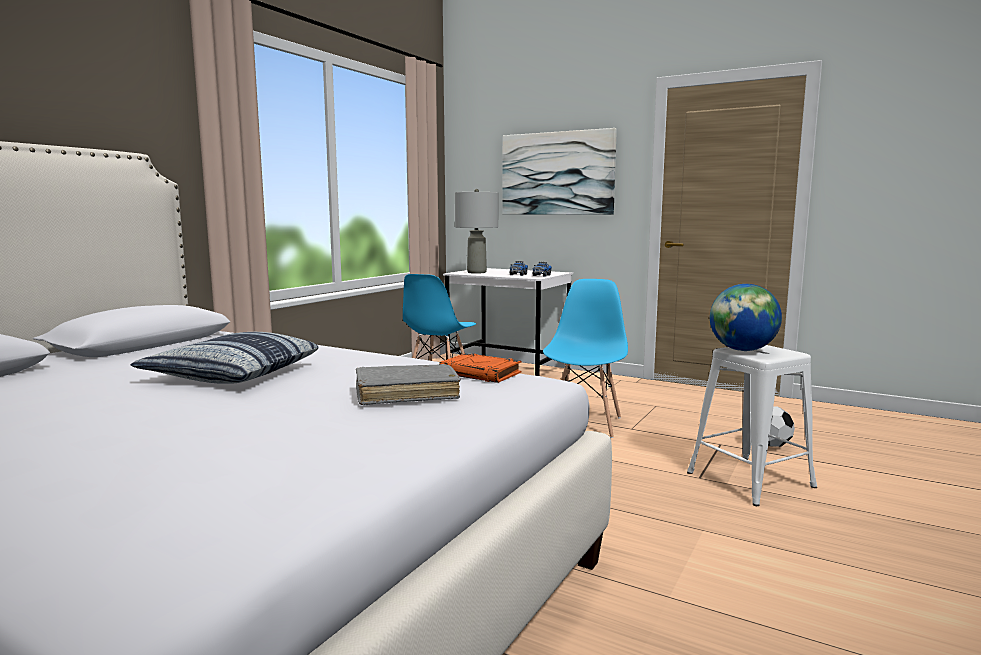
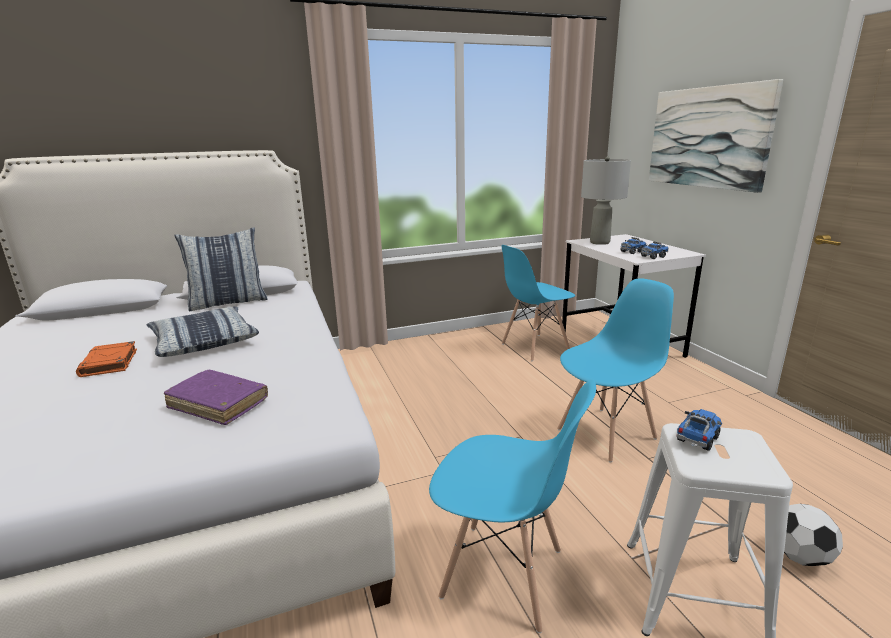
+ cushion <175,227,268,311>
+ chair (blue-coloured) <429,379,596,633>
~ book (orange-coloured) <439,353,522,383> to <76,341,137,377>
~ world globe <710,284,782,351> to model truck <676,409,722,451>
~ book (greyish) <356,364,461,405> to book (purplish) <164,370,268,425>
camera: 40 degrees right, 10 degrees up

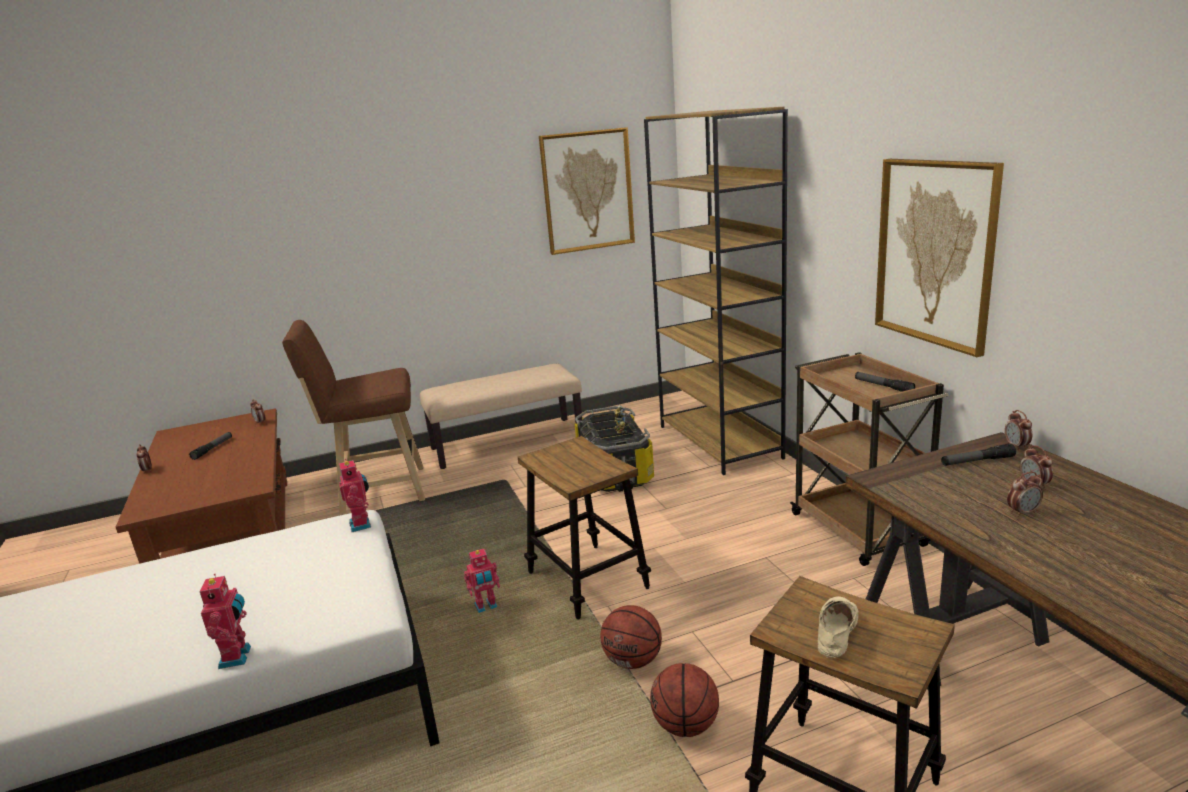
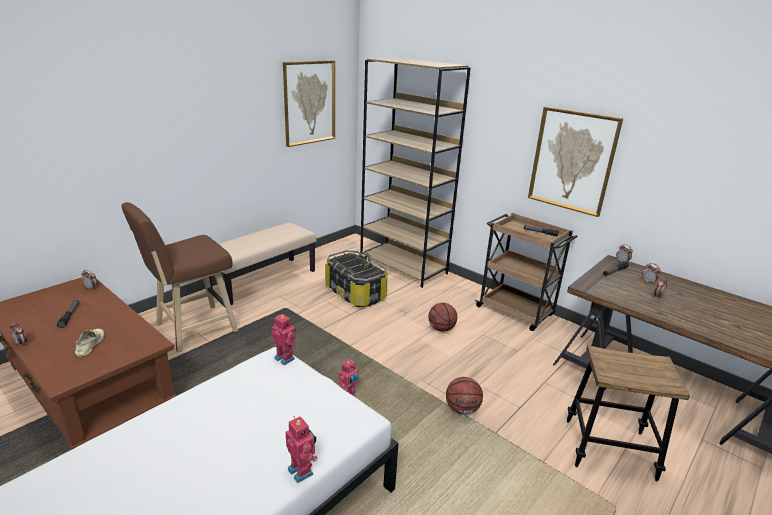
- sitting stool <518,436,651,620>
~ basketball ball <650,663,719,737> to <428,303,457,332>
~ item of footwear (beige) <818,596,859,658> to <75,329,104,357>
camera: 30 degrees left, 5 degrees up

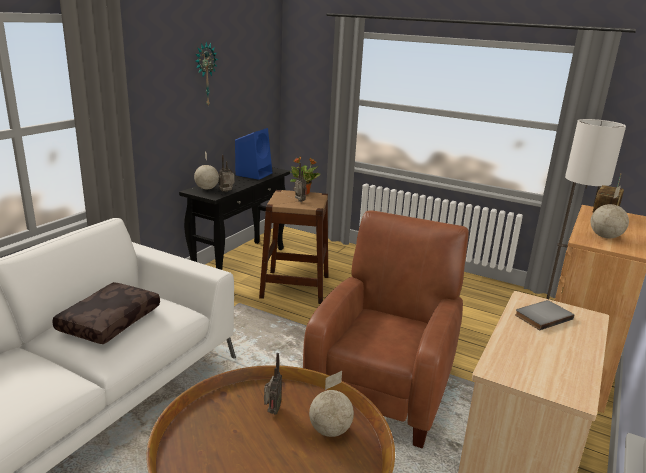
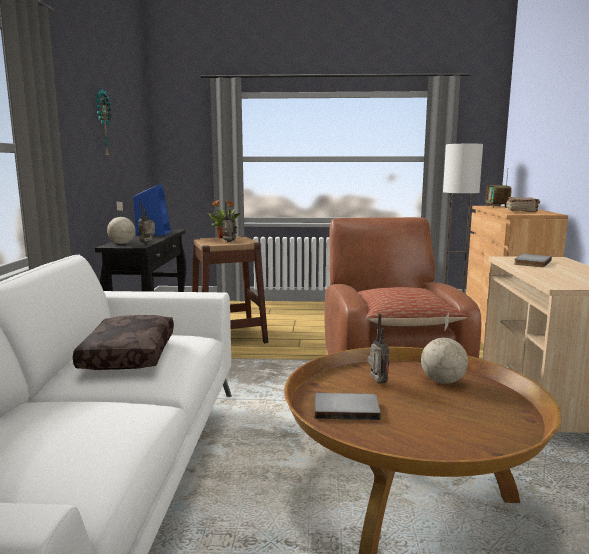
+ book (greyish) <315,393,381,420>
+ cushion <358,287,467,326>
~ world globe <591,186,629,238> to book (brown) <506,197,540,212>
camera: 25 degrees left, 10 degrees down

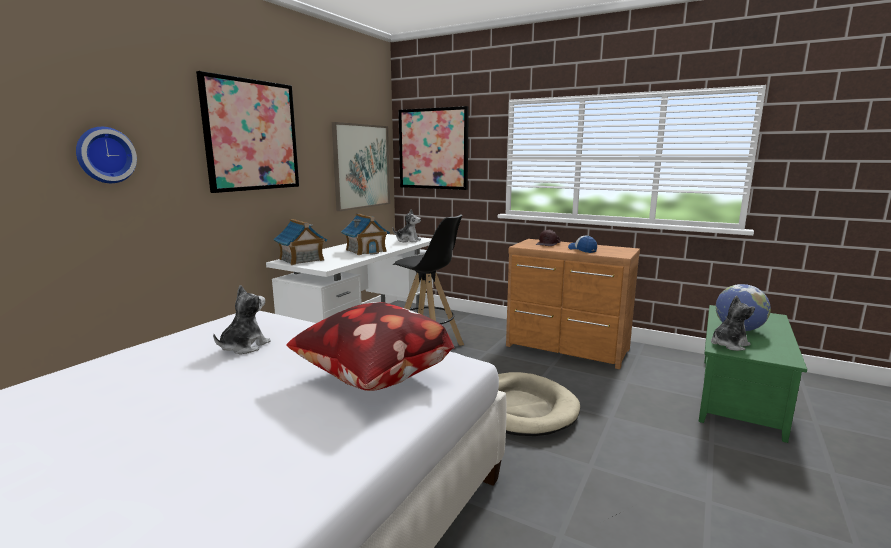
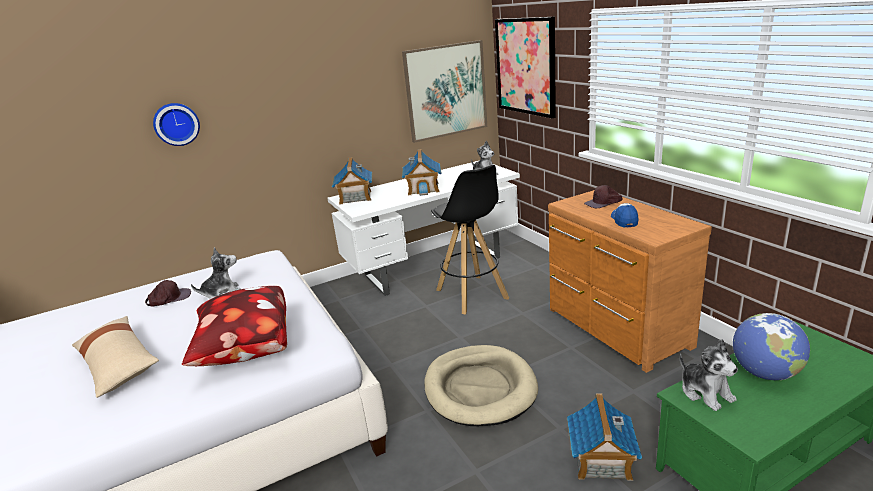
- picture <196,71,299,193>
+ cushion (beige) <72,316,159,398>
+ baseball cap (brown) <145,280,191,307>
+ model house <567,393,642,481>
~ plush toy <711,295,755,351> = <680,339,738,411> 60 degrees clockwise
camera: 35 degrees right, 10 degrees up

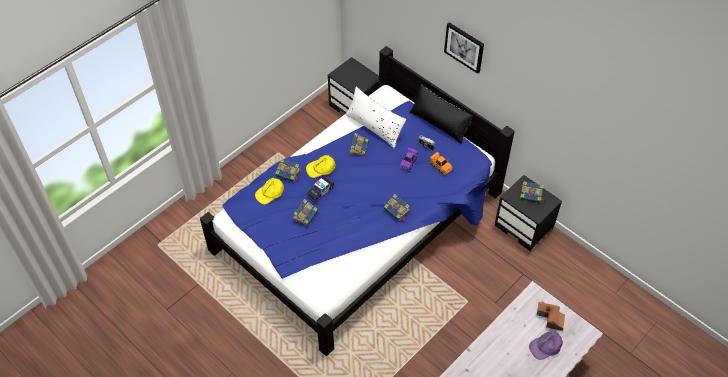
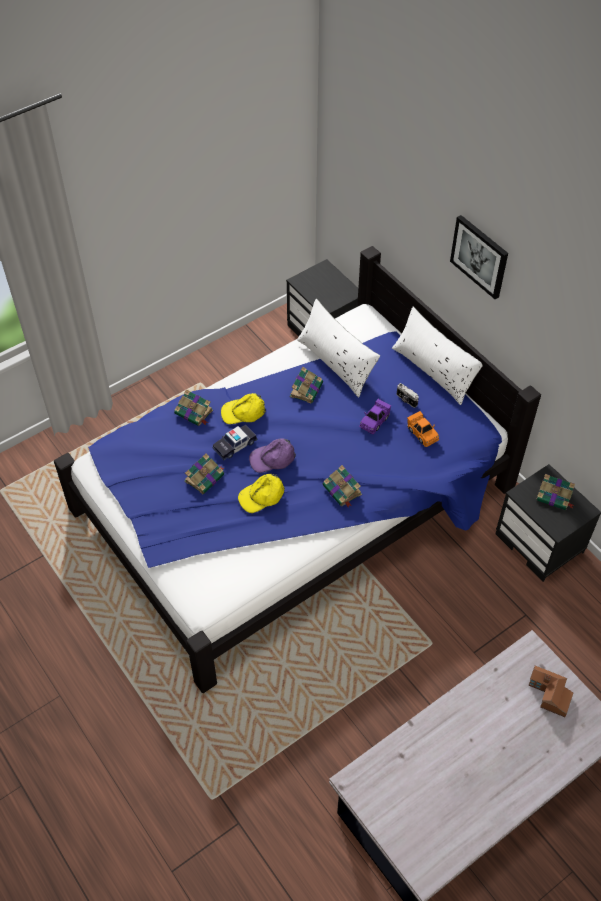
~ baseball cap (yellow) <255,178,284,204> to <238,474,285,513>
~ baseball cap (purplish) <529,331,563,360> to <249,439,296,473>
~ cushion (black-coloured) <409,84,473,144> to cushion (whitish) <392,307,482,405>
camera: 10 degrees right, 0 degrees up

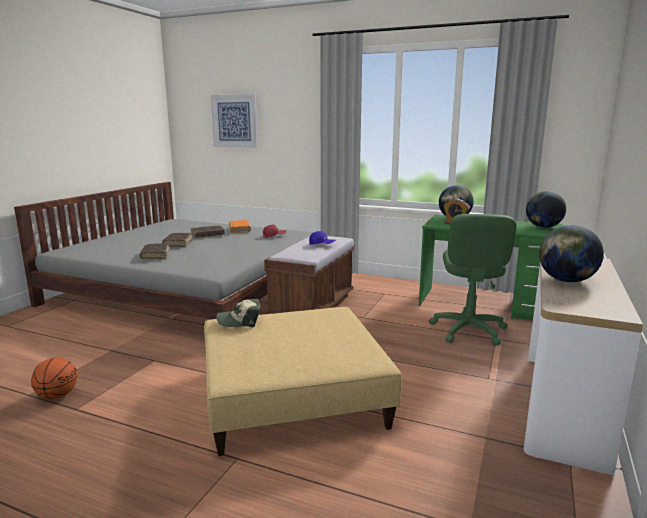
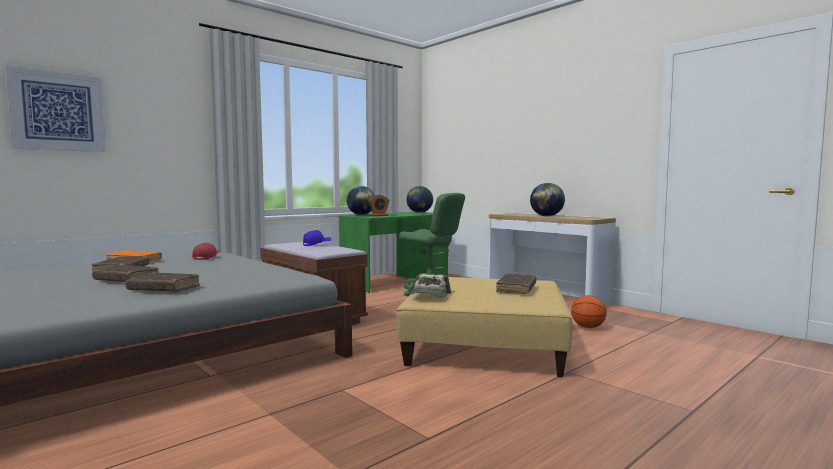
+ book (brown) <496,274,536,294>
~ basketball ball <31,357,77,399> to <571,295,606,328>
camera: 65 degrees left, 10 degrees down

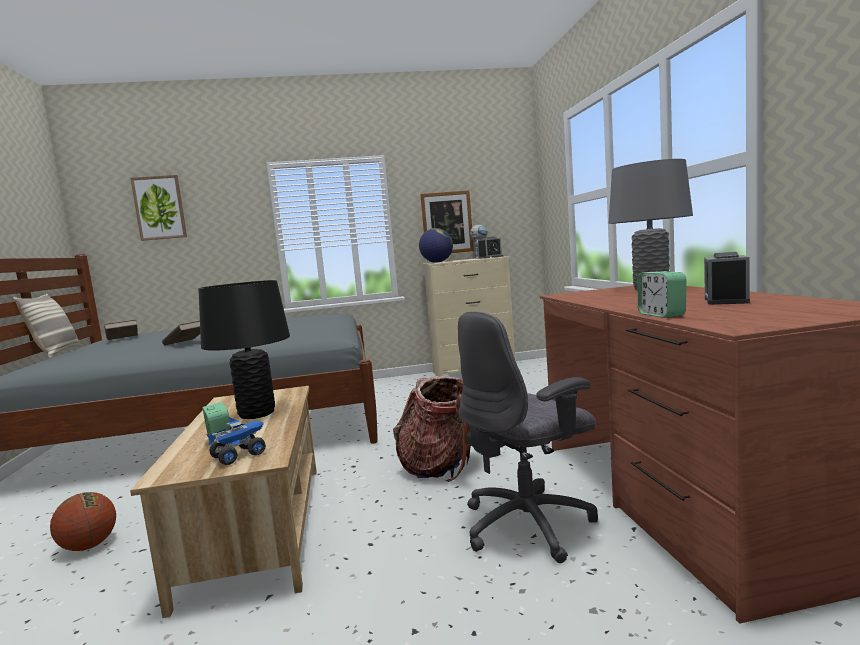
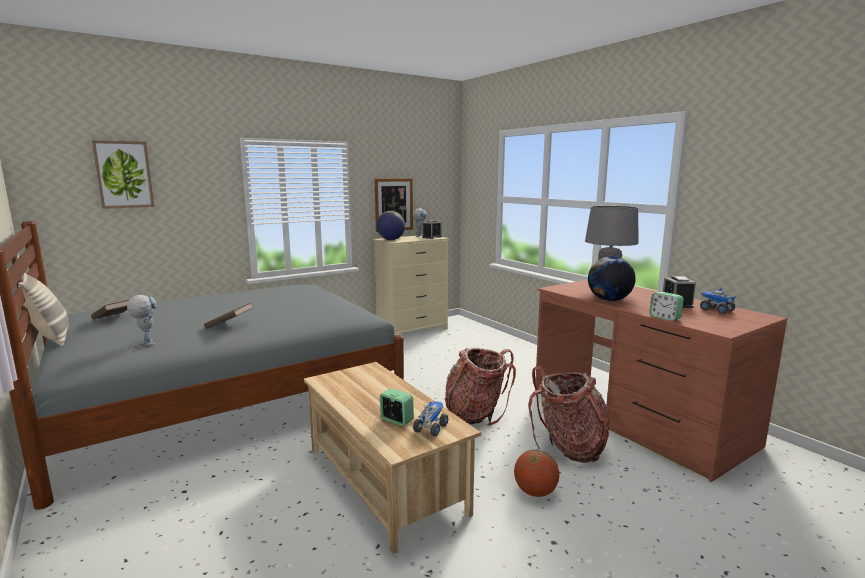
- table lamp (black-coloured) <198,280,290,419>
+ toy robot <127,295,156,346>
+ world globe <588,256,636,301>
+ model truck <700,287,736,314>
~ basketball ball <50,492,116,551> to <514,450,559,497>
~ office chair (greyish) <458,311,598,563> to knapsack <528,366,609,463>
camera: 25 degrees left, 5 degrees up

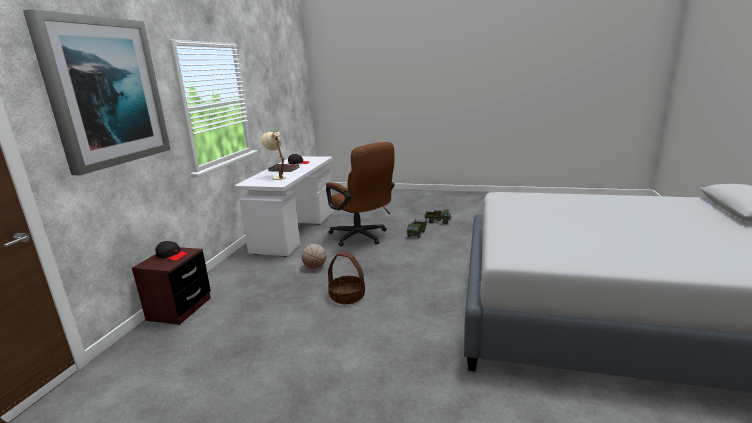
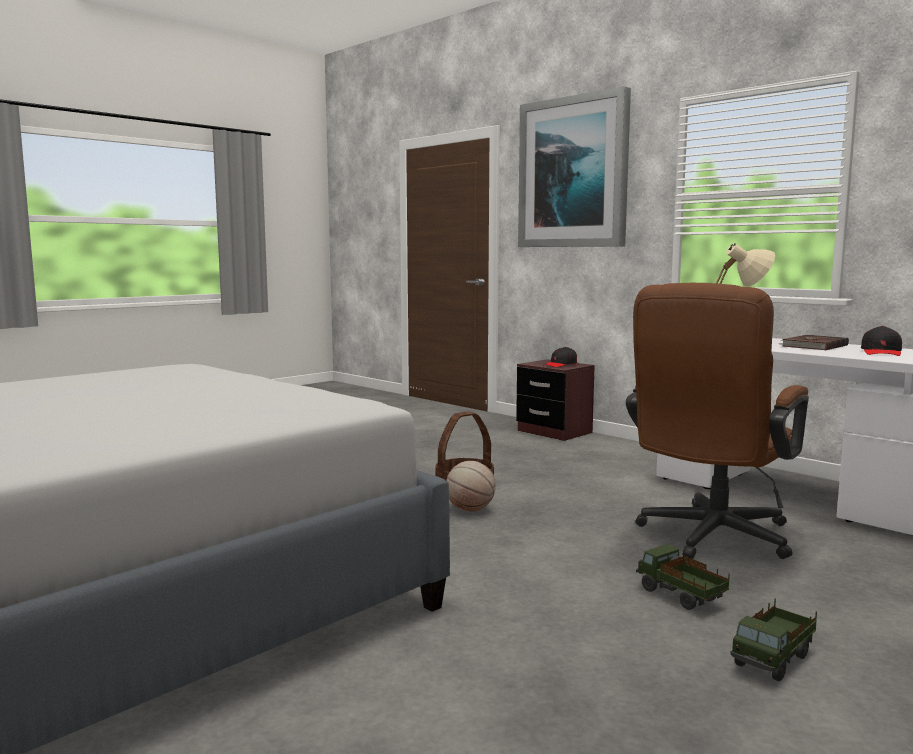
~ basketball ball <302,244,326,269> to <446,461,496,512>
~ office chair (brown) <326,142,394,246> = <626,283,809,559> 45 degrees counterclockwise
camera: 120 degrees right, 10 degrees down

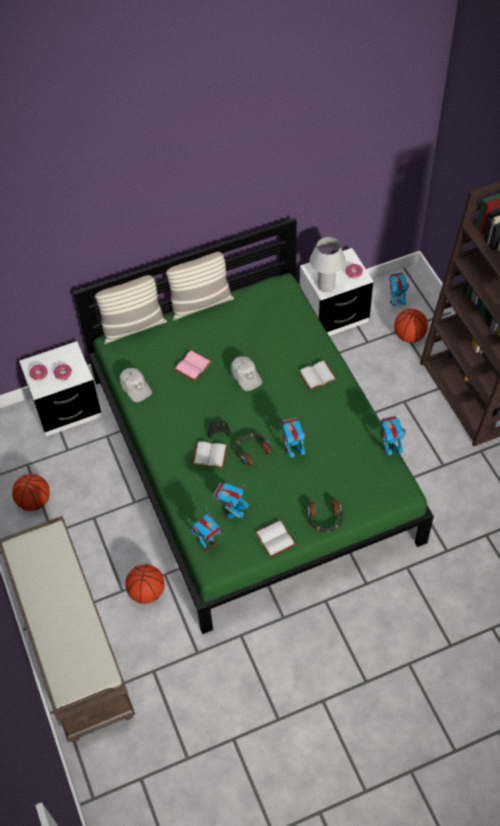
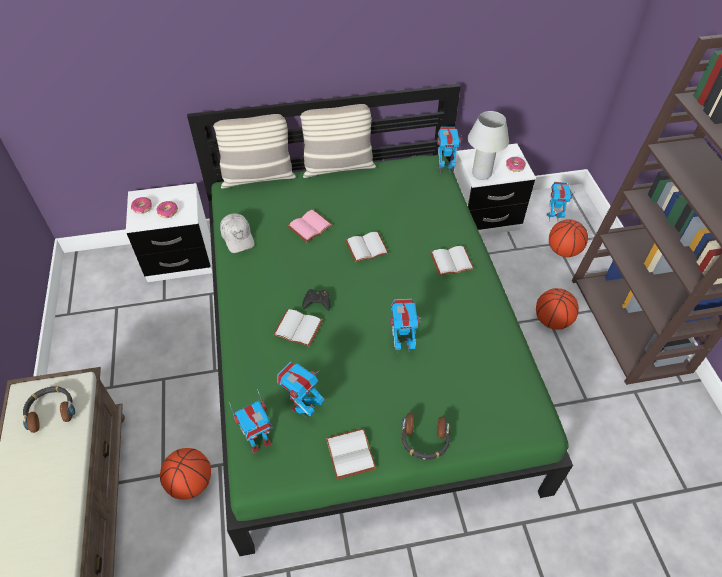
~ basketball ball <12,474,50,511> to <536,288,579,330>
~ headphones <235,433,273,466> to <23,386,75,433>
~ toy robot <380,416,407,457> to <437,127,462,173>
~ baseball cap (whitish) <231,356,262,391> to book (whitish) <345,232,389,263>
camera: 10 degrees right, 5 degrees down

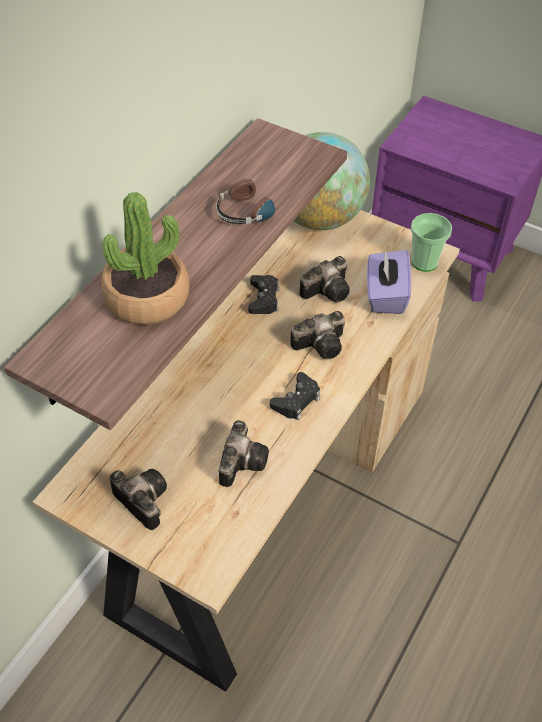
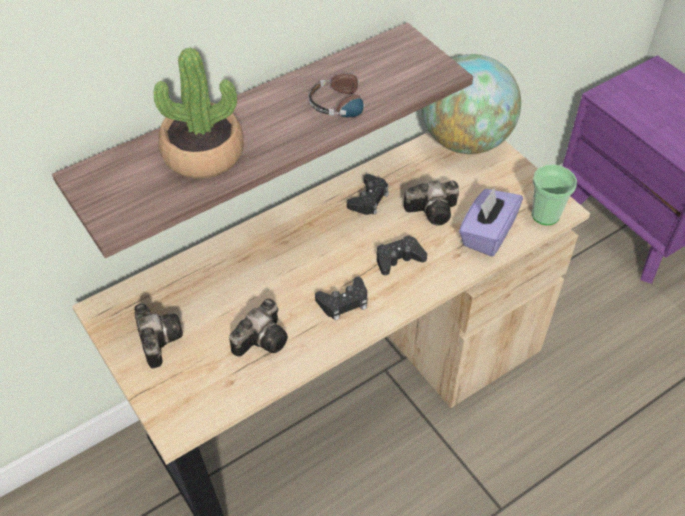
~ still camera <290,311,345,359> to game controller (black-coloured) <377,235,427,275>
camera: 25 degrees right, 0 degrees up

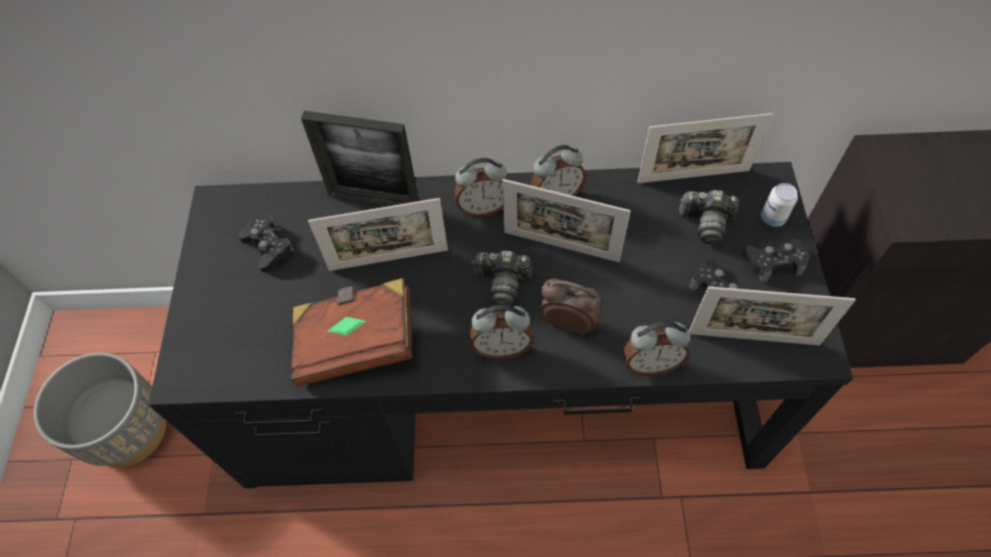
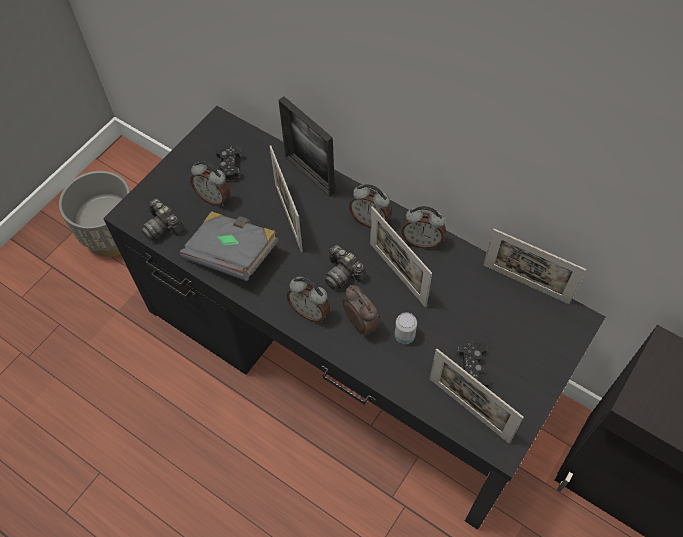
- game controller (black-coloured) <743,238,809,282>
~ bedside clock <623,322,691,376> to <190,161,230,206>
~ still camera <679,190,739,244> to <141,198,183,241>
~ metal can <761,183,798,227> to <395,312,417,344>
~ book (brown) <291,278,412,386> to book (greyish) <180,211,279,281>
~ photo frame <308,198,448,271> = <269,145,303,252> 45 degrees clockwise
camera: 35 degrees right, 0 degrees up

